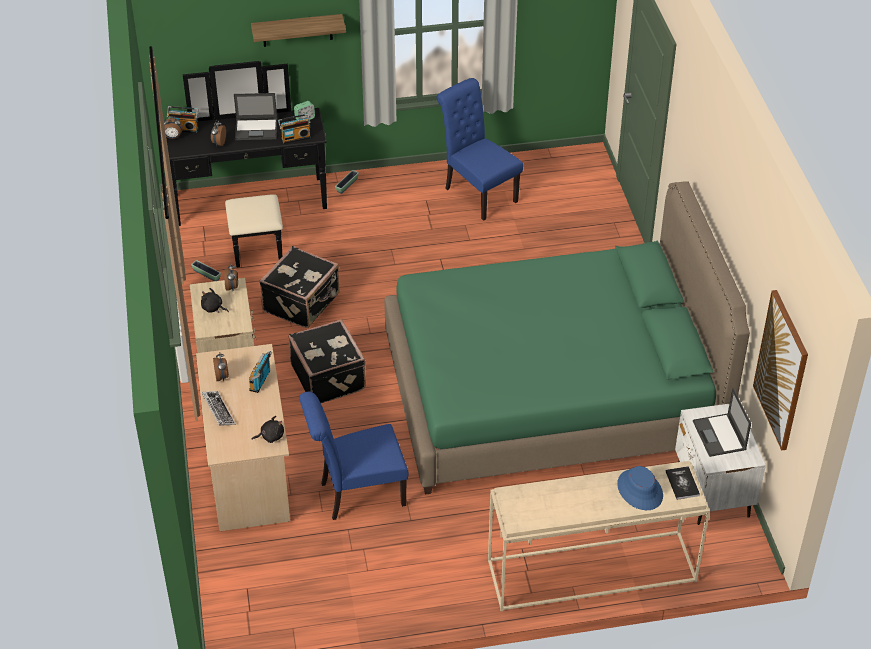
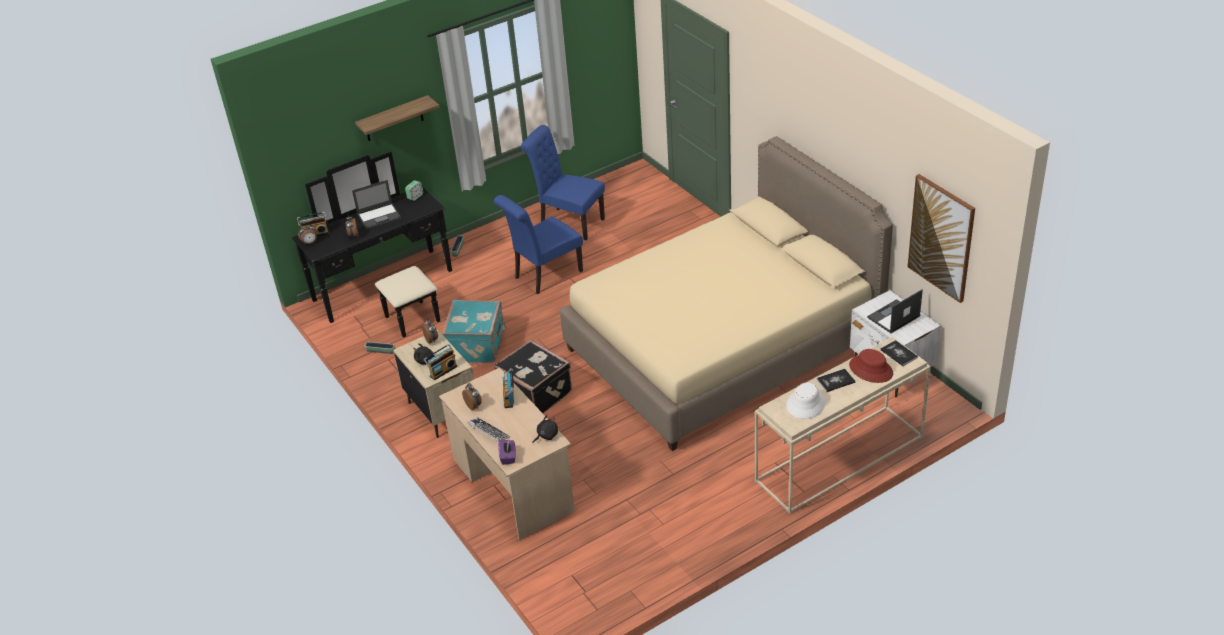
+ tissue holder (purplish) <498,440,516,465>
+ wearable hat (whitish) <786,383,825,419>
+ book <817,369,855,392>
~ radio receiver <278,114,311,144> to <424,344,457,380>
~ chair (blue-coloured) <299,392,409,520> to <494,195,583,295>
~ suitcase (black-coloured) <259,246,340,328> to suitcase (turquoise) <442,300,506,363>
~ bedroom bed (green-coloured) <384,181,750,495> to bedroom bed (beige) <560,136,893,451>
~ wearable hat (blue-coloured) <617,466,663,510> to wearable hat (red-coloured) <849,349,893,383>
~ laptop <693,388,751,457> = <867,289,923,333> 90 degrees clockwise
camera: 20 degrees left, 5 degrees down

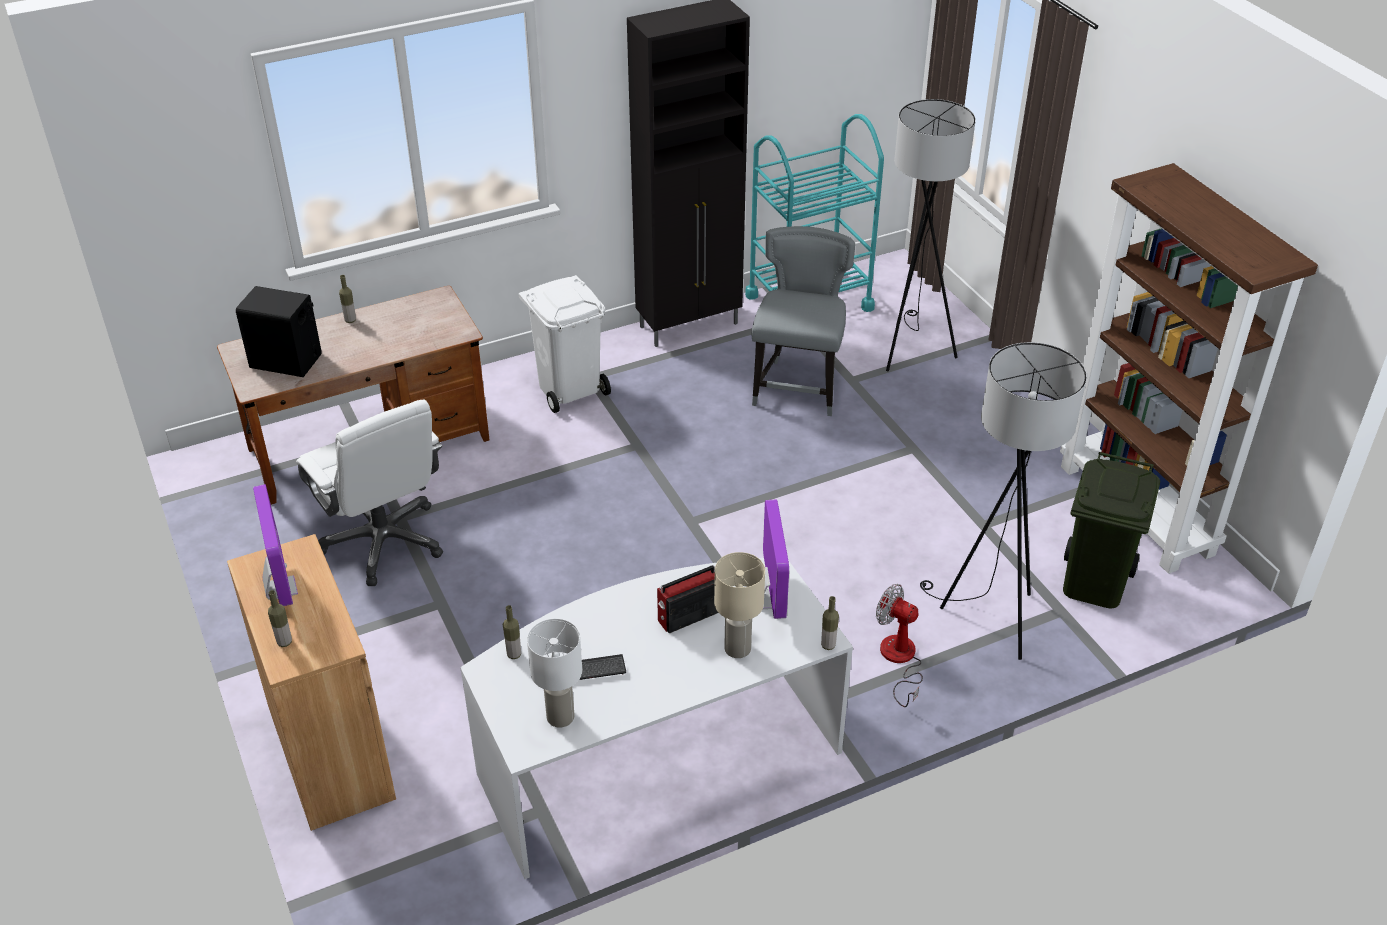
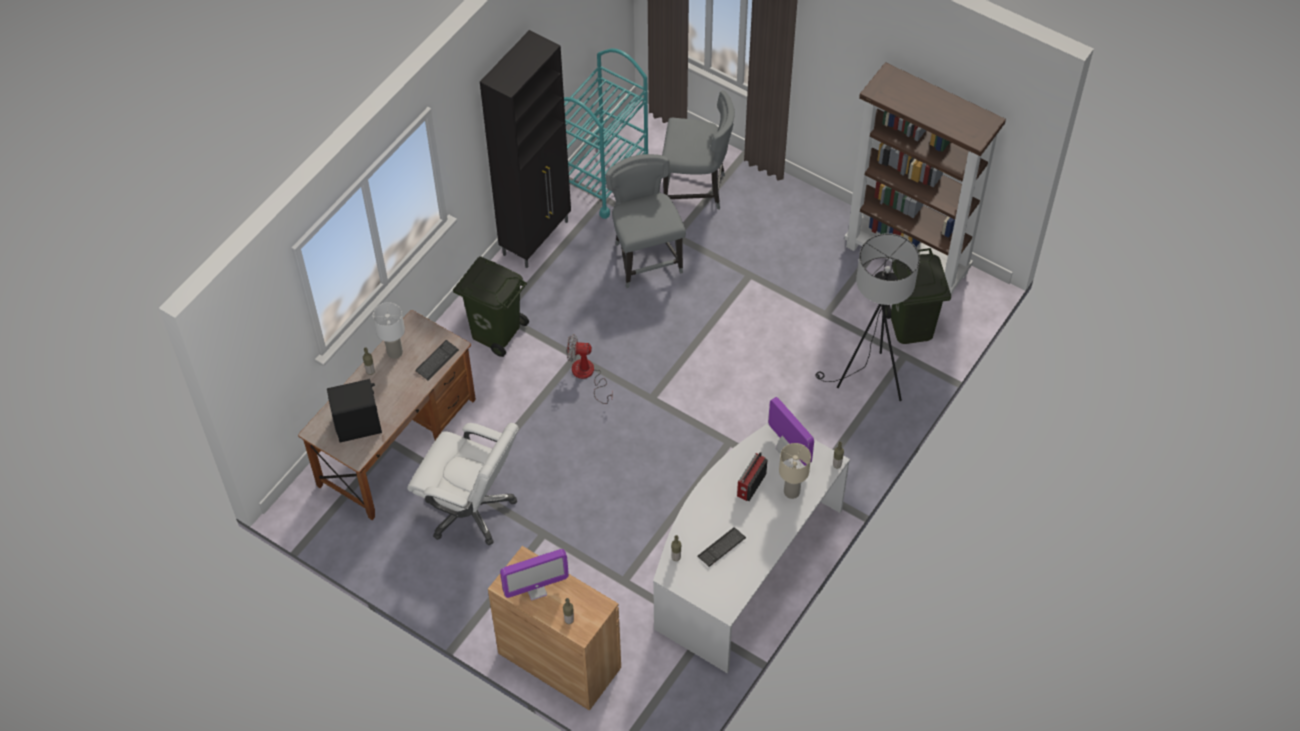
+ PC keyboard <415,340,459,381>
~ table lamp (whitish) <527,619,582,728> to <373,302,405,359>
~ cooling fan <876,584,923,707> to <567,334,613,404>
~ standard lamp (black-coloured) <886,99,976,371> to chair (greyish) <662,90,735,210>
~ trash can (whitish) <519,275,611,413> to trash can (green-coloured) <453,256,529,357>
~ monitor <253,484,298,606> = <500,549,569,601> 120 degrees clockwise
camera: 30 degrees left, 15 degrees up

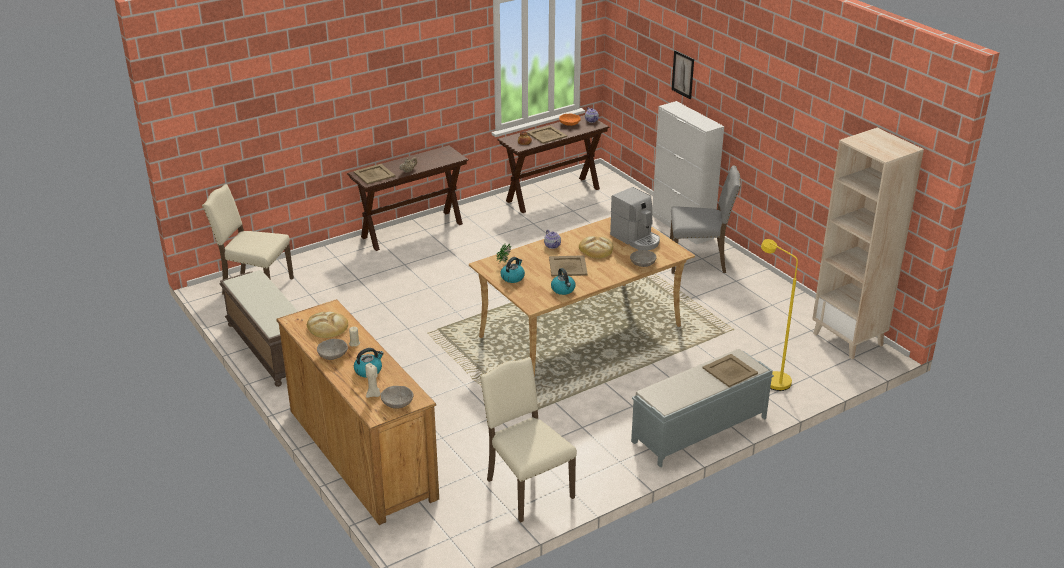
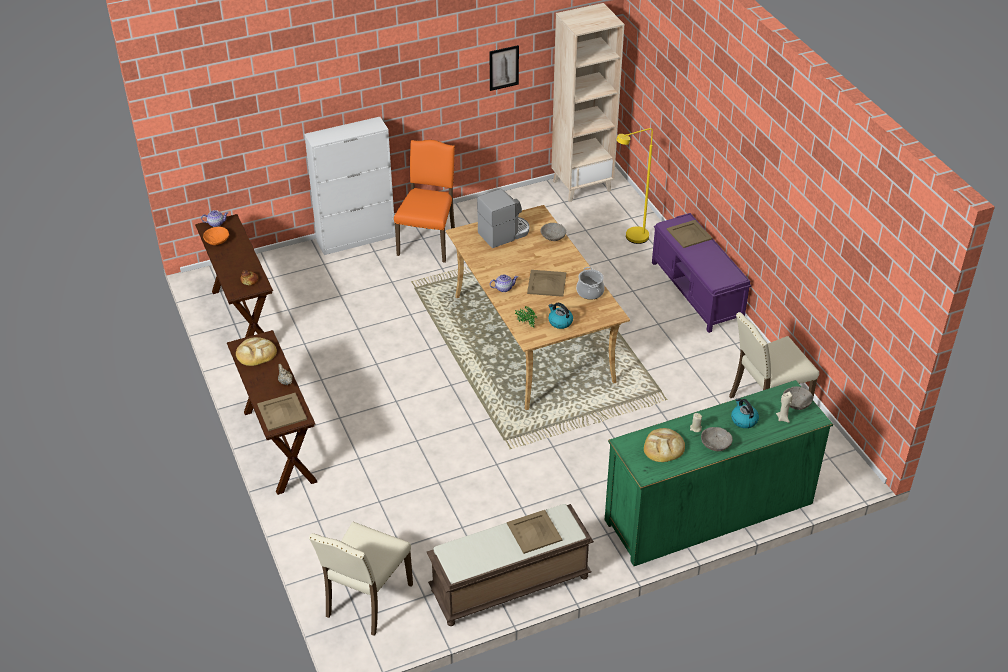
~ carrying tray (beige) <527,125,567,144> to <507,510,562,554>
~ baked bread <579,236,613,259> to <236,337,277,366>
~ picture <672,50,694,99> to <490,45,519,91>
~ water kettle <551,268,575,295> to cooking pot <576,267,605,300>
~ dresser (brown) <276,299,439,525> to dresser (green-coloured) <605,380,833,566>
~ long seat (greyish) <631,349,774,468> to long seat (purplish) <652,213,751,333>
~ chair (greyish) <670,165,741,274> to chair (orange-coloured) <394,140,455,263>
camera: 80 degrees left, 10 degrees up

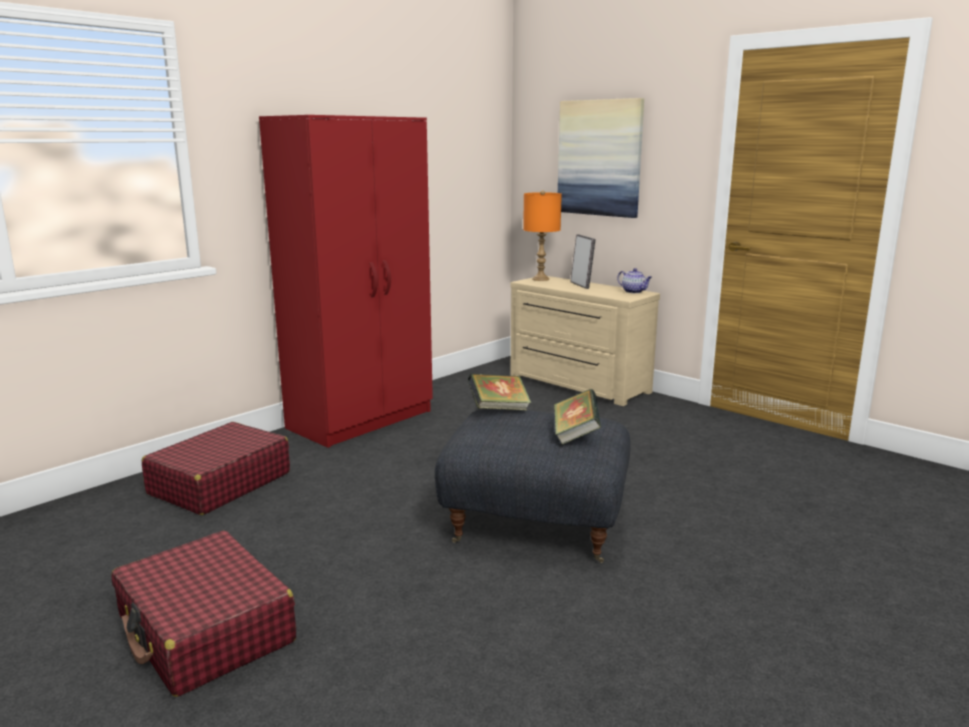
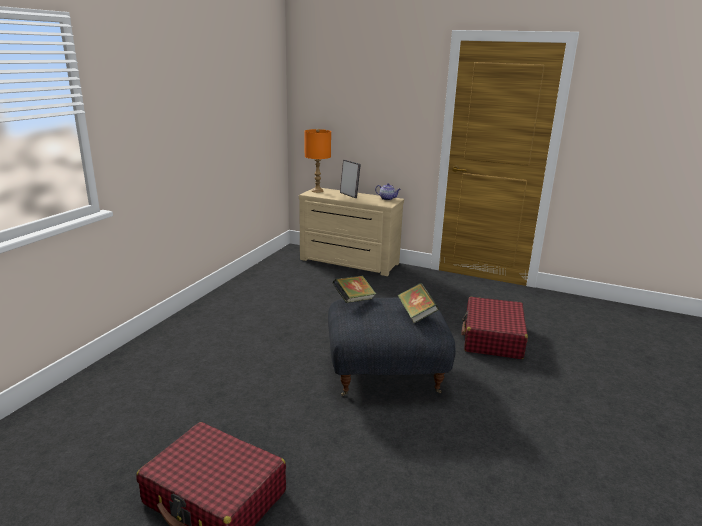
- armoire (red-coloured) <259,115,433,448>
- picture <558,98,644,218>
~ suitcase (red-coloured) <142,422,290,515> to <461,297,528,359>
camera: 20 degrees left, 5 degrees up

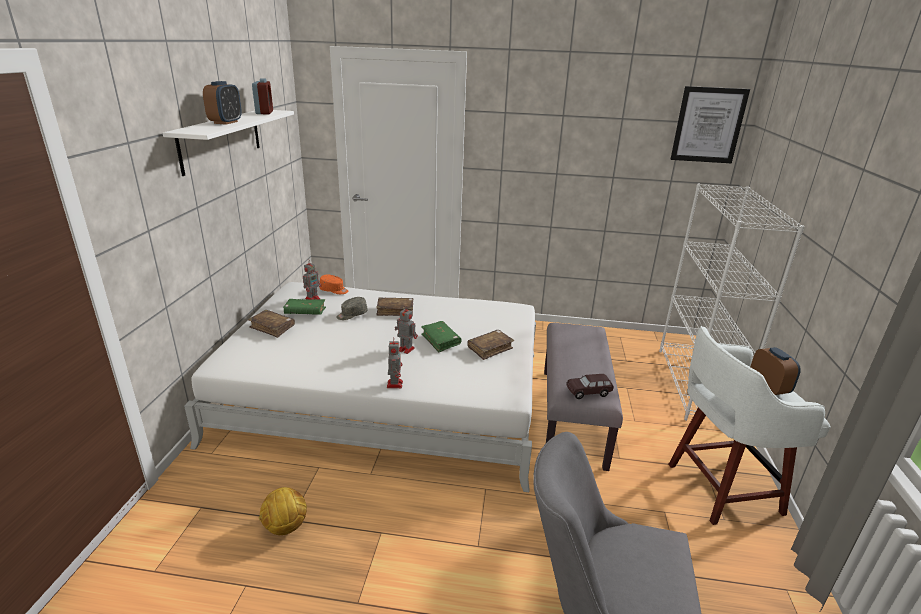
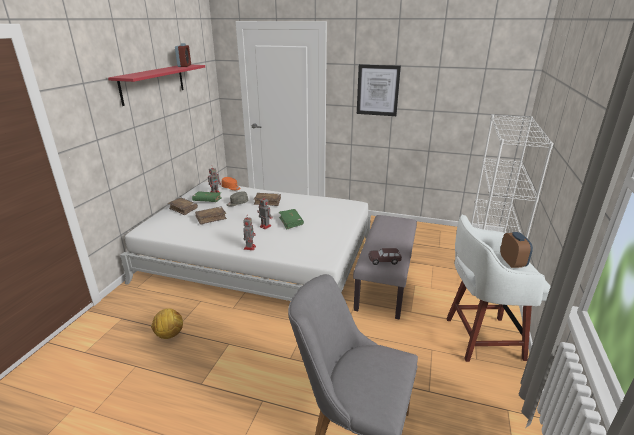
- bedside clock <203,81,242,125>
~ book (brown) <467,330,514,360> to <195,207,227,225>
~ picture <671,86,750,163> to <357,64,401,116>
~ wall shelf (whitish) <163,110,294,176> to wall shelf (red-coloured) <108,65,205,106>
camera: 10 degrees right, 0 degrees up

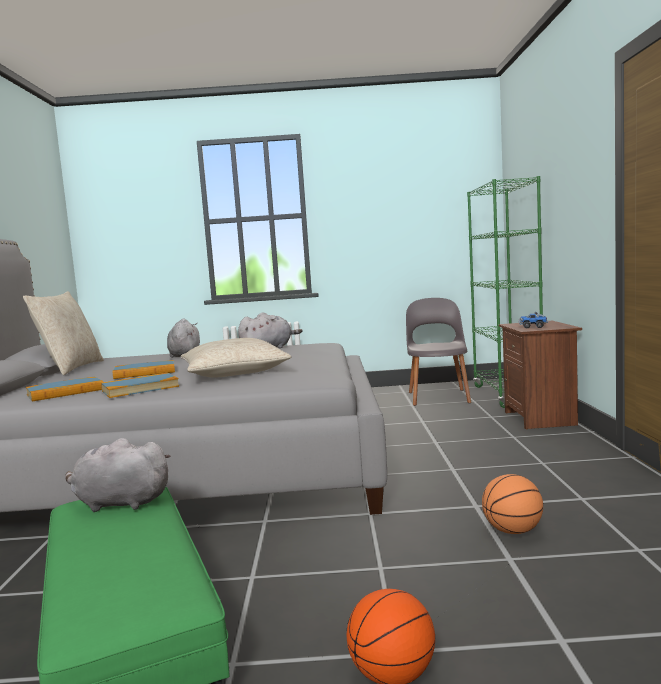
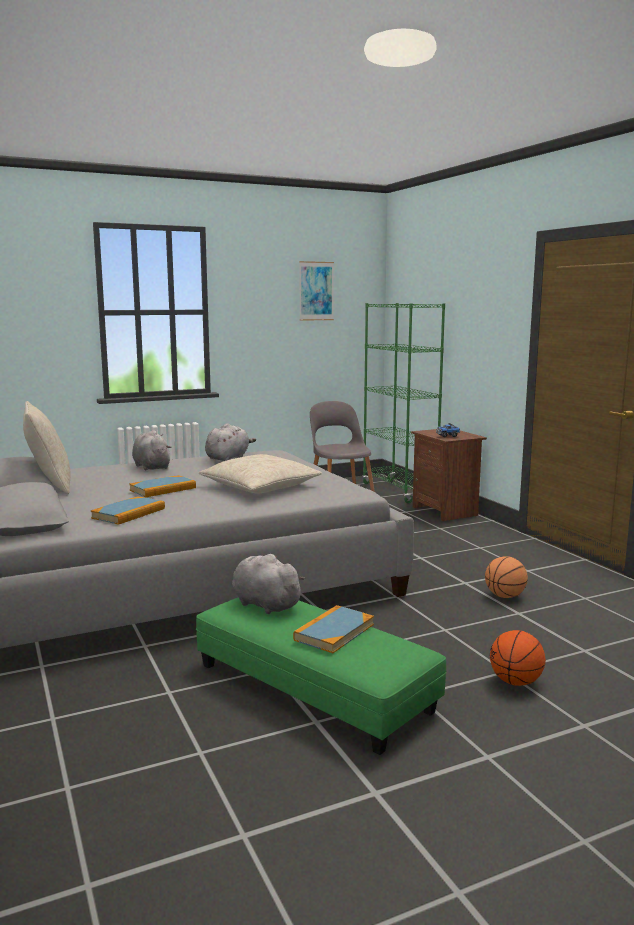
+ picture <299,261,334,321>
~ book <101,373,179,398> to <293,605,374,653>
~ plush toy (greyish) <65,438,171,512> = <232,554,305,614> 60 degrees clockwise
camera: 25 degrees left, 5 degrees up

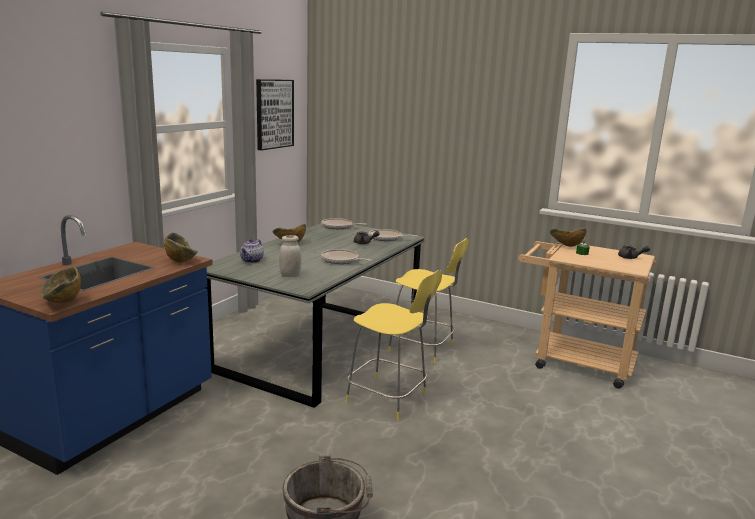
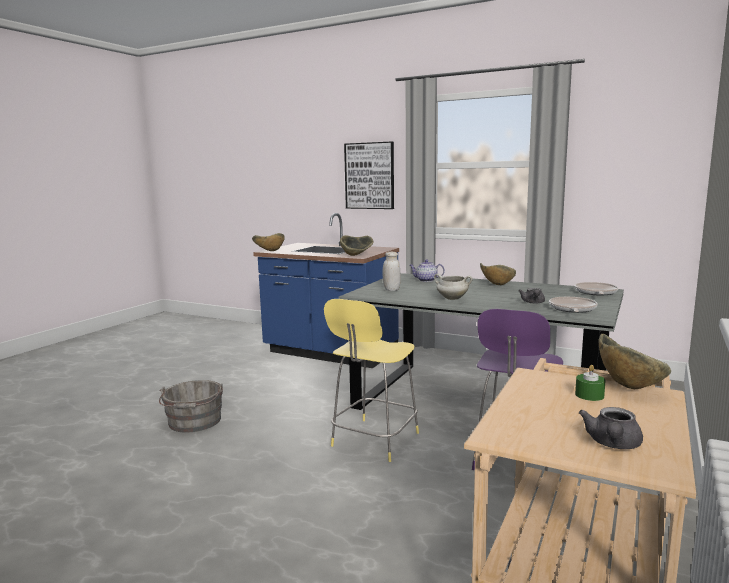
~ picture <256,79,294,151> to <344,141,394,209>
~ skillet <321,249,372,264> to cooking pot (whitish) <434,274,473,300>
~ sitting stool (yellow) <388,238,469,364> to sitting stool (purplish) <472,309,563,471>
camera: 90 degrees right, 5 degrees down

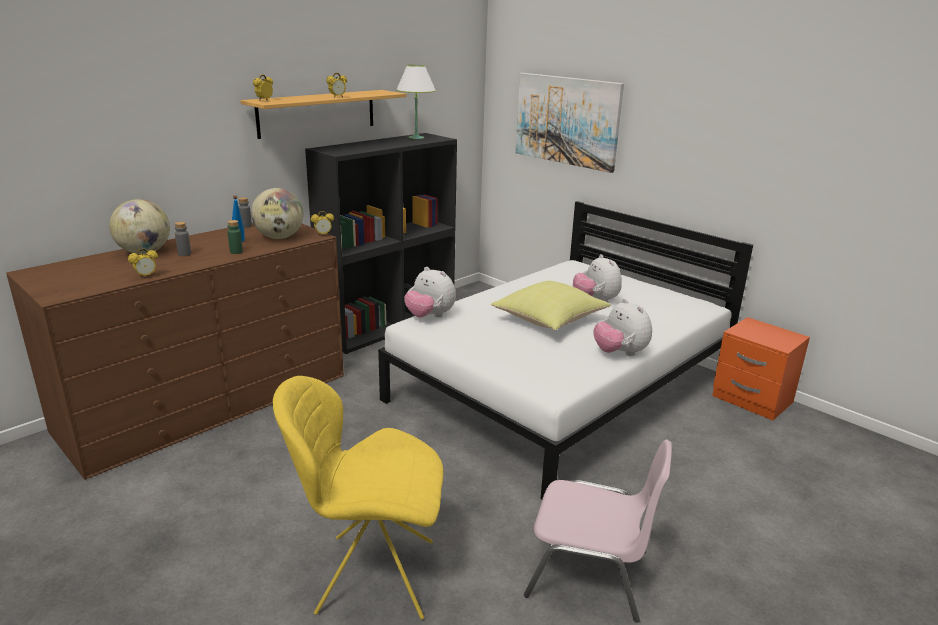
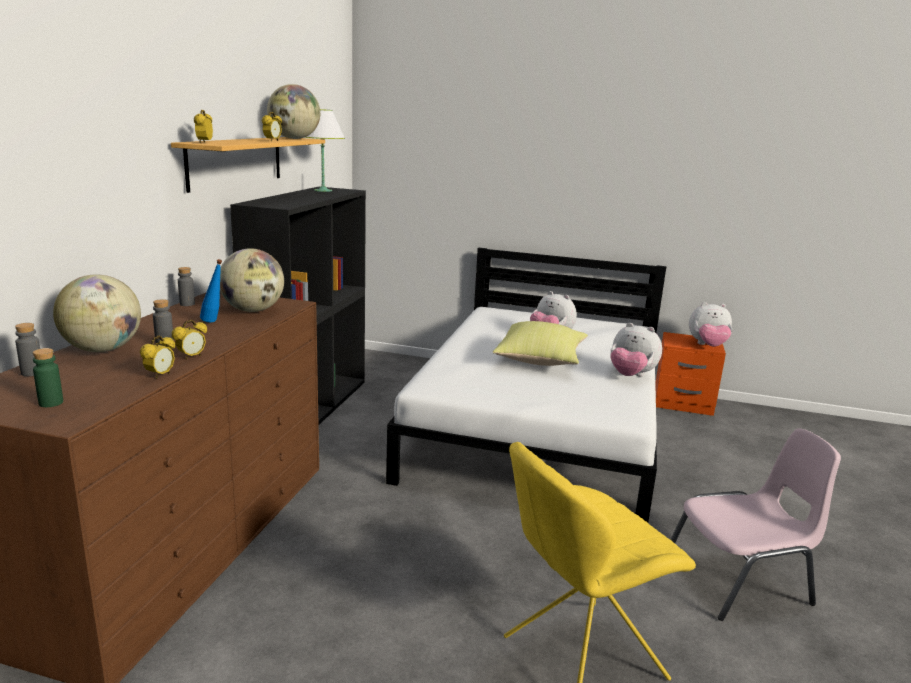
- picture <516,73,624,173>
+ beverage bottle (greyish) <15,323,40,376>
+ world globe <267,84,320,139>
~ beverage bottle (green-coloured) <228,220,243,254> to <33,348,63,407>
~ bedside clock <311,211,334,236> to <172,320,207,360>
~ plush toy <404,267,456,318> to <689,302,732,347>
camera: 30 degrees left, 5 degrees down

